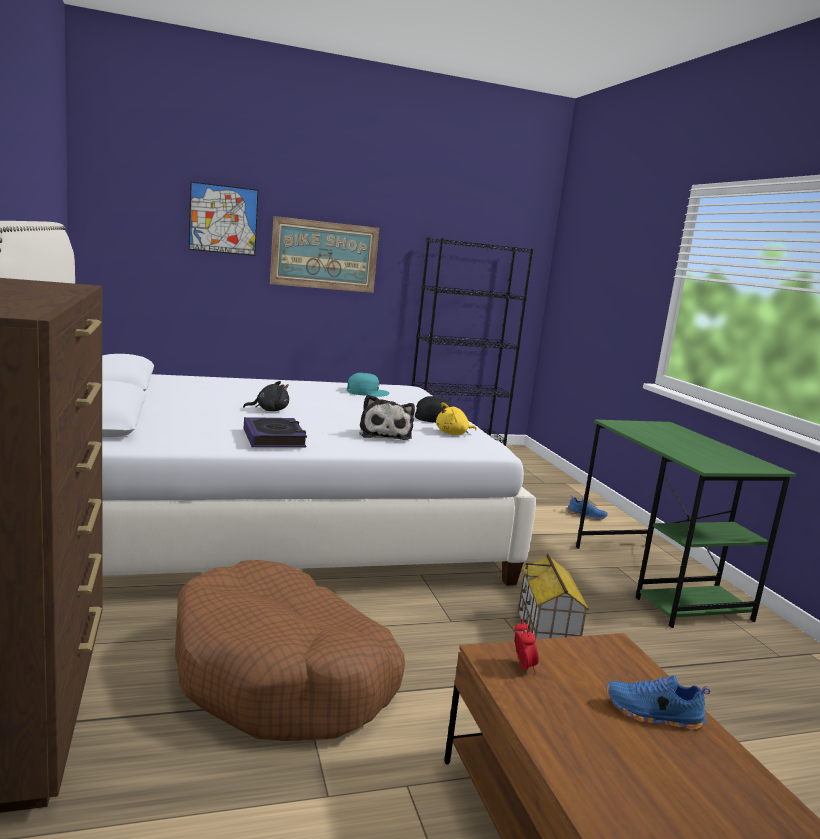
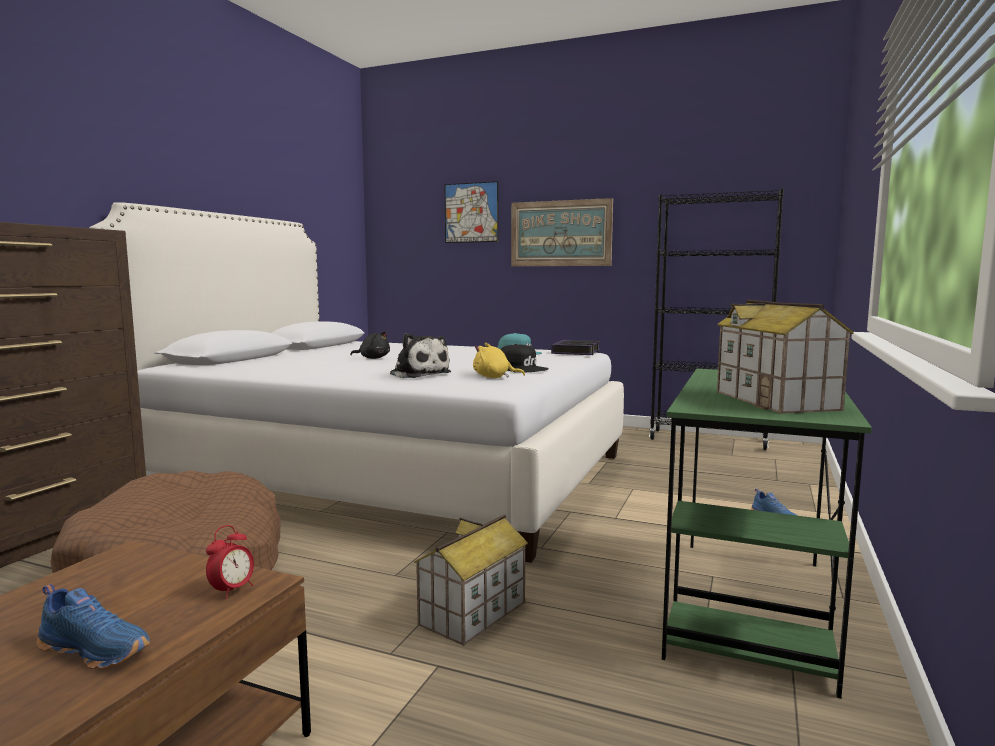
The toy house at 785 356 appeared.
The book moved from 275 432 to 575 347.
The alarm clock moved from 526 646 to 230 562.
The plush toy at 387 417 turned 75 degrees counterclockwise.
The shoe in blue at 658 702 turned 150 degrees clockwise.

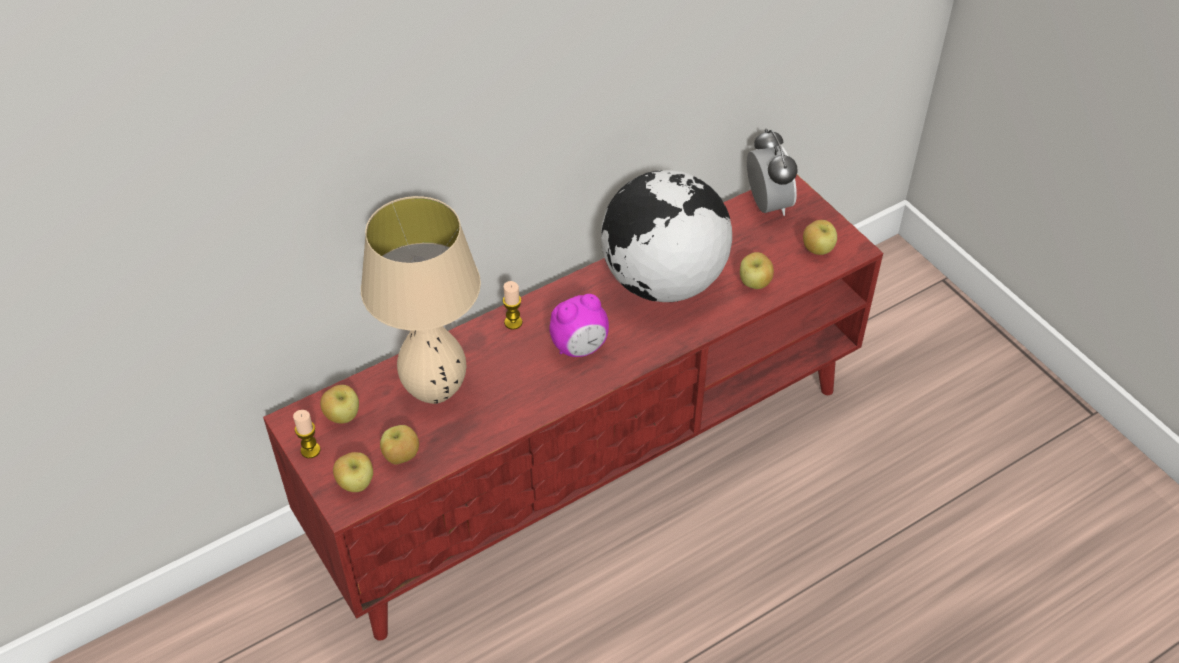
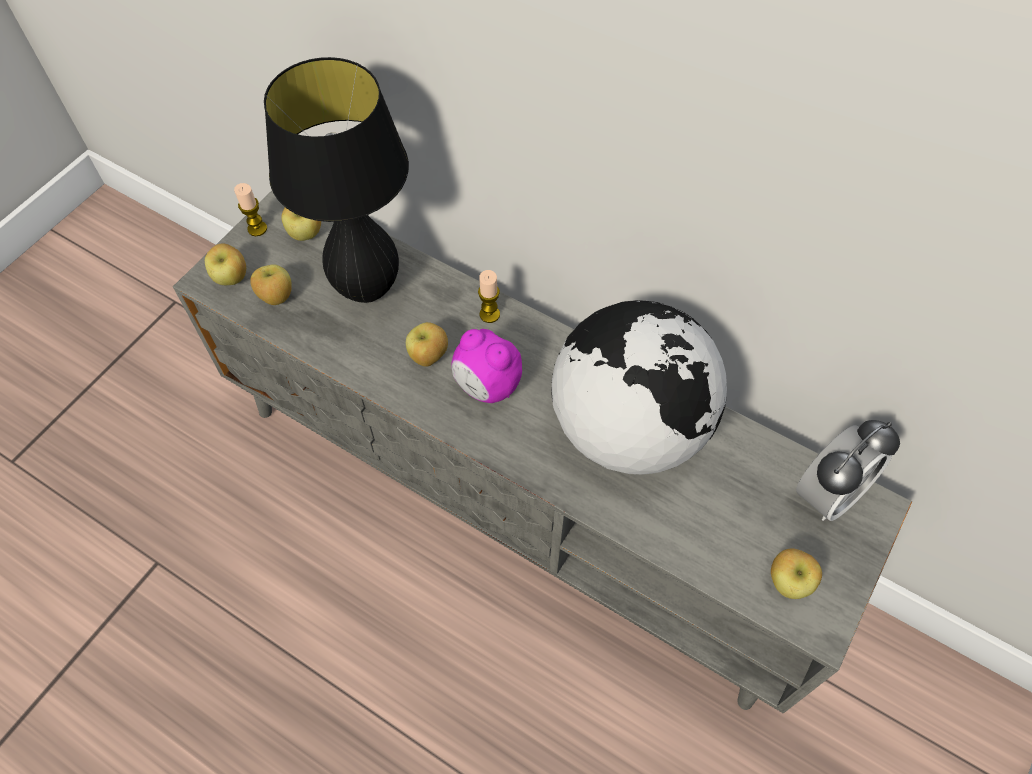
The apple moved from 757 270 to 427 344.
The tv stand in red at 573 408 became the tv stand in grey at 542 452.
The table lamp in beige at 421 300 became the table lamp in black at 336 180.

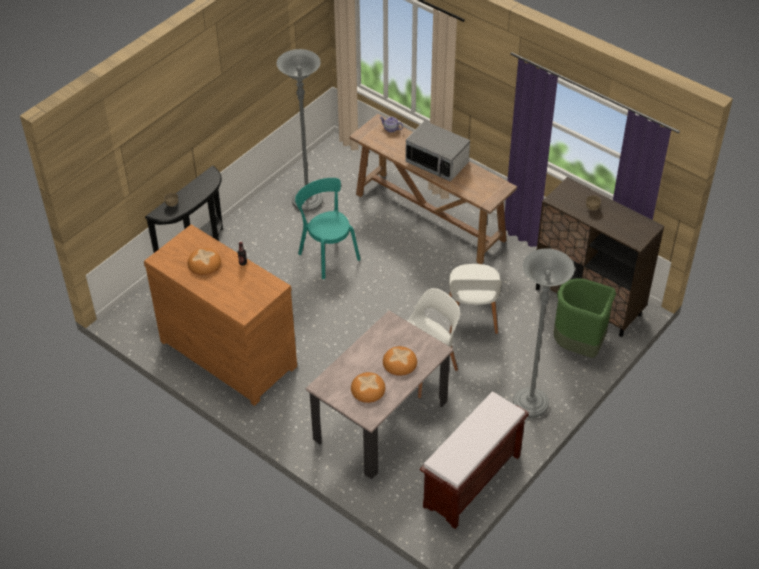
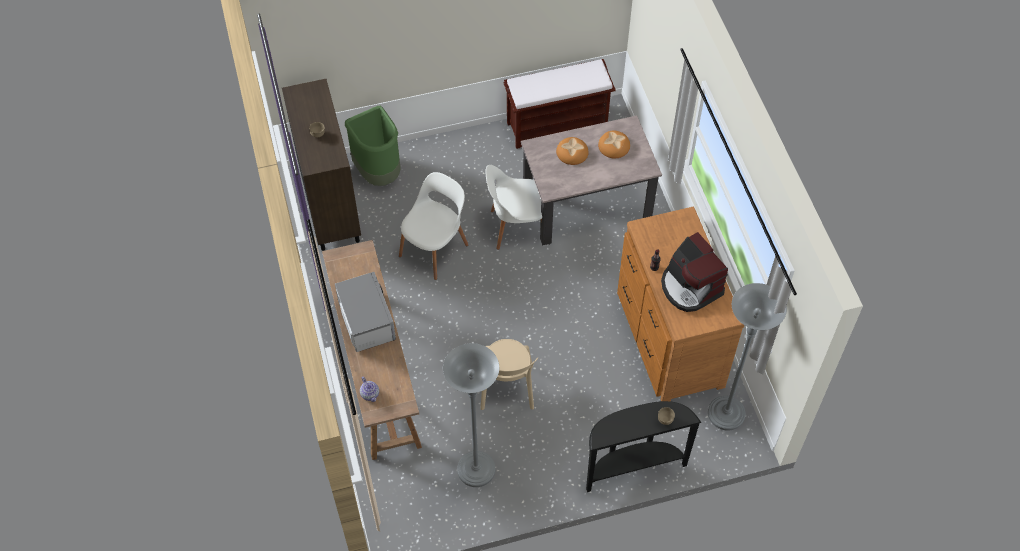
The floor lamp in grey moved from 544 333 to 747 357.
The bread at 204 261 was replaced by the coffee machine at 694 272.
The chair in turquoise at 327 228 became the chair in beige at 509 374.

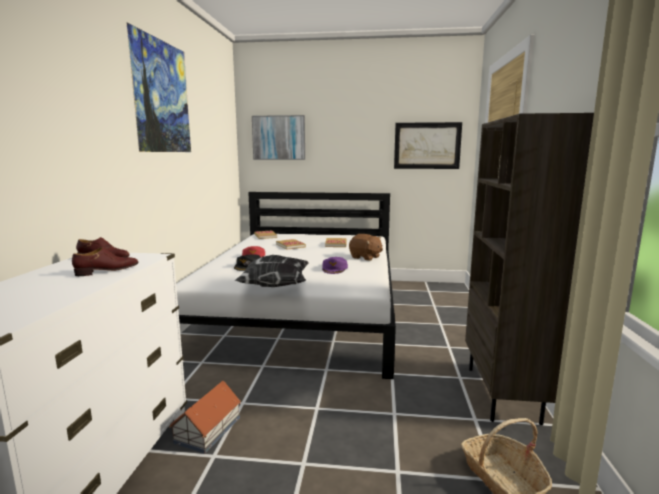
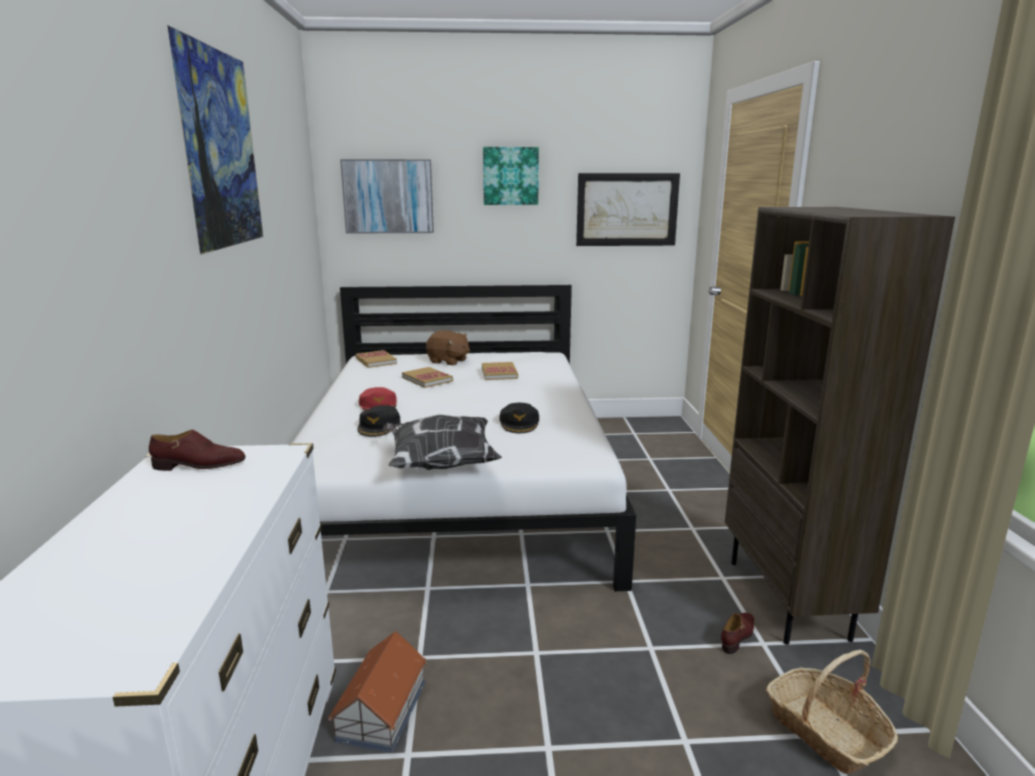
The picture at 511 176 appeared.
The shoe in brown moved from 105 261 to 737 633.
The plush toy in brown moved from 366 247 to 448 348.
The cap in purple at 335 265 became the cap in black at 519 418.

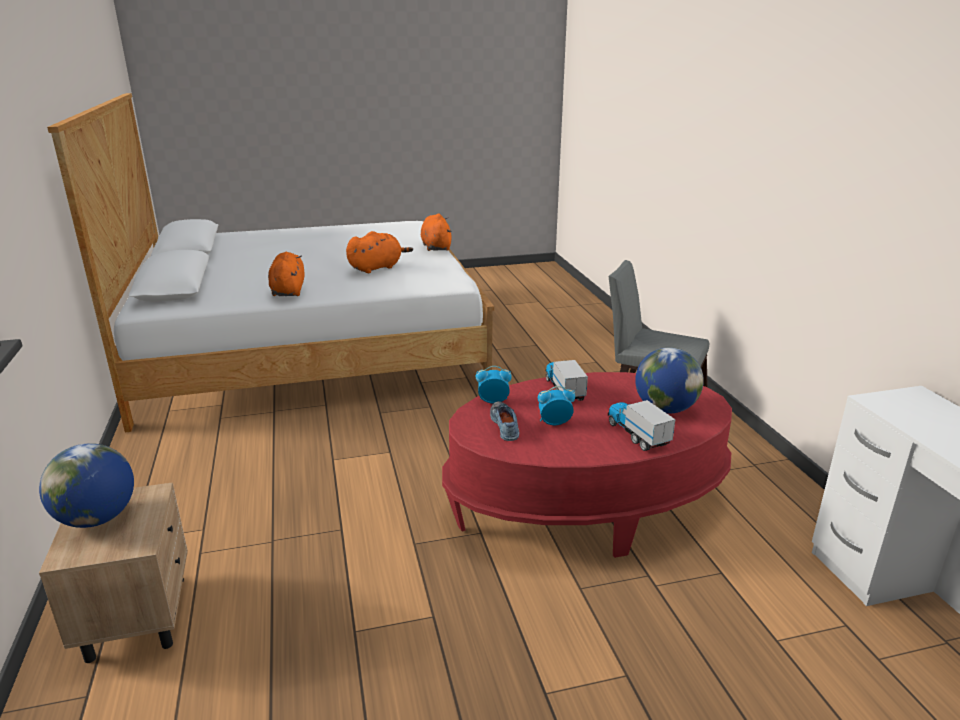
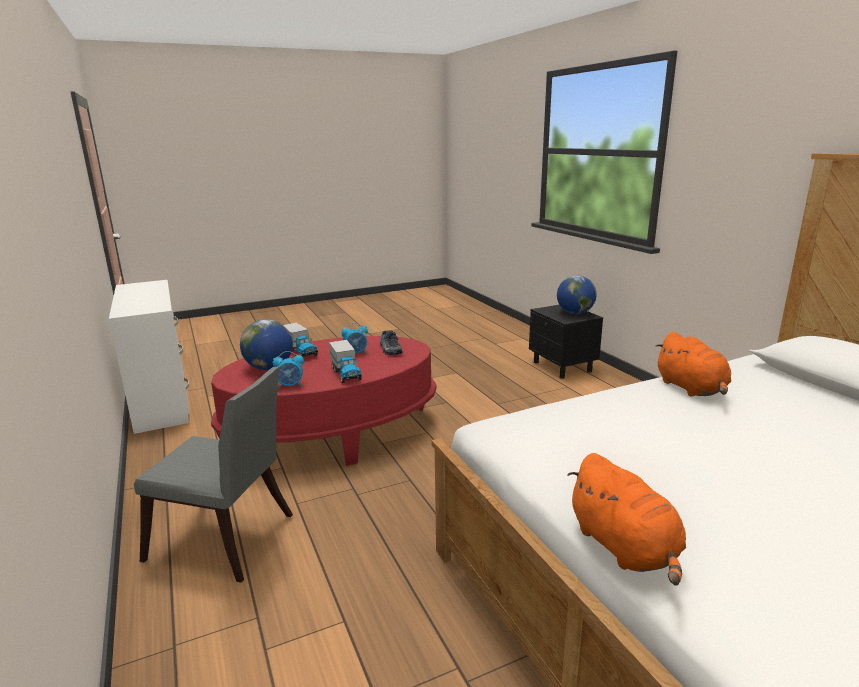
The plush toy in orange at 379 252 disappeared.
The alarm clock moved from 494 384 to 288 370.
The nightstand in beige at 113 572 became the nightstand in black at 566 342.

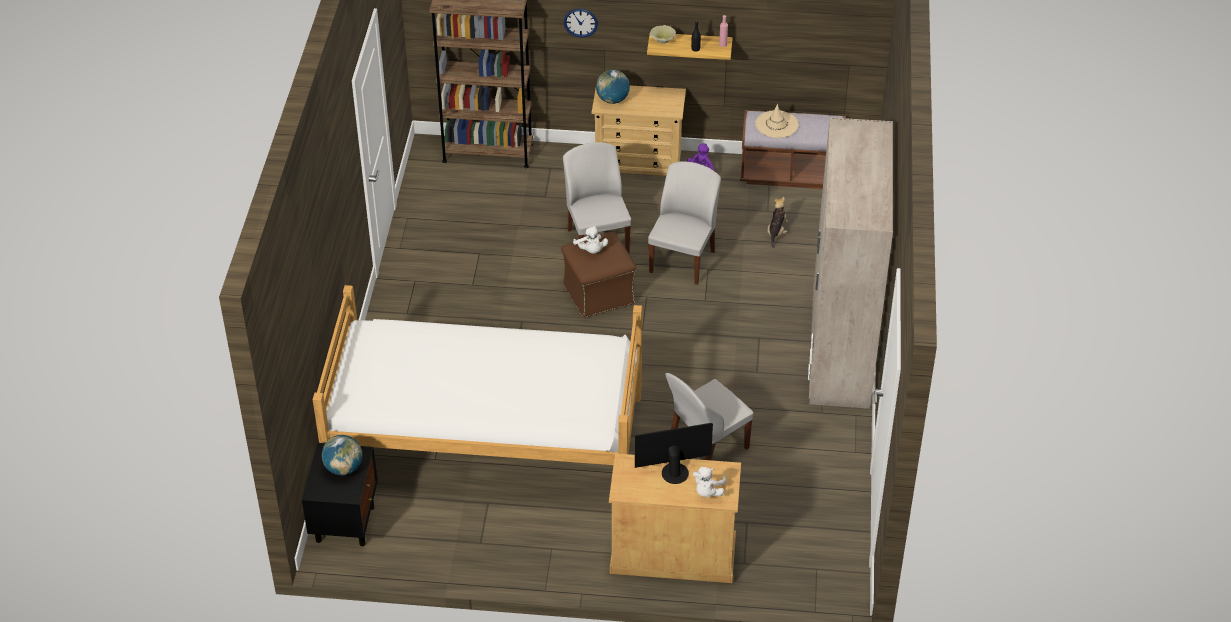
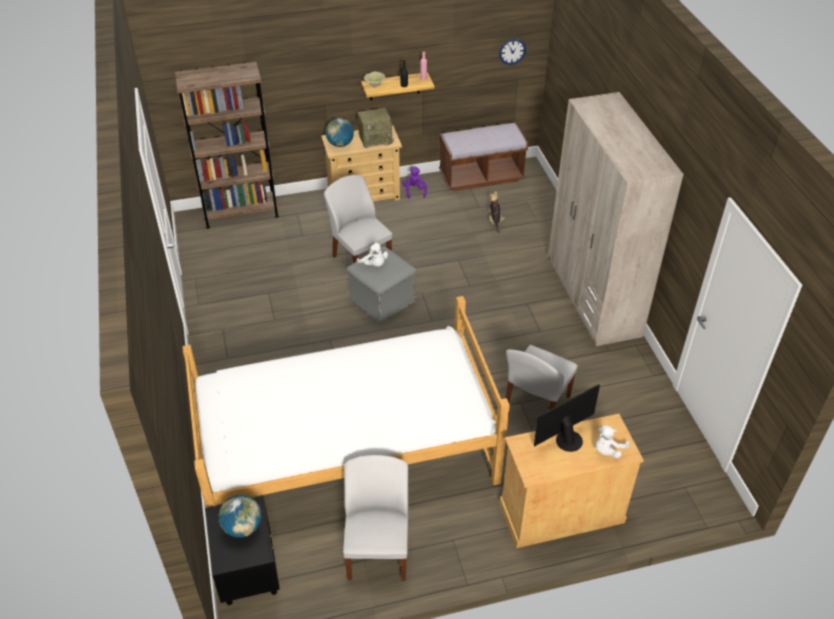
The hat in beige at 777 120 disappeared.
The radio at 376 128 appeared.
The wall clock moved from 581 23 to 512 52.
The chair in white moved from 684 223 to 375 518.
The ottoman in brown at 598 275 became the ottoman in grey at 381 284.
The plush toy in white at 710 482 turned 45 degrees clockwise.

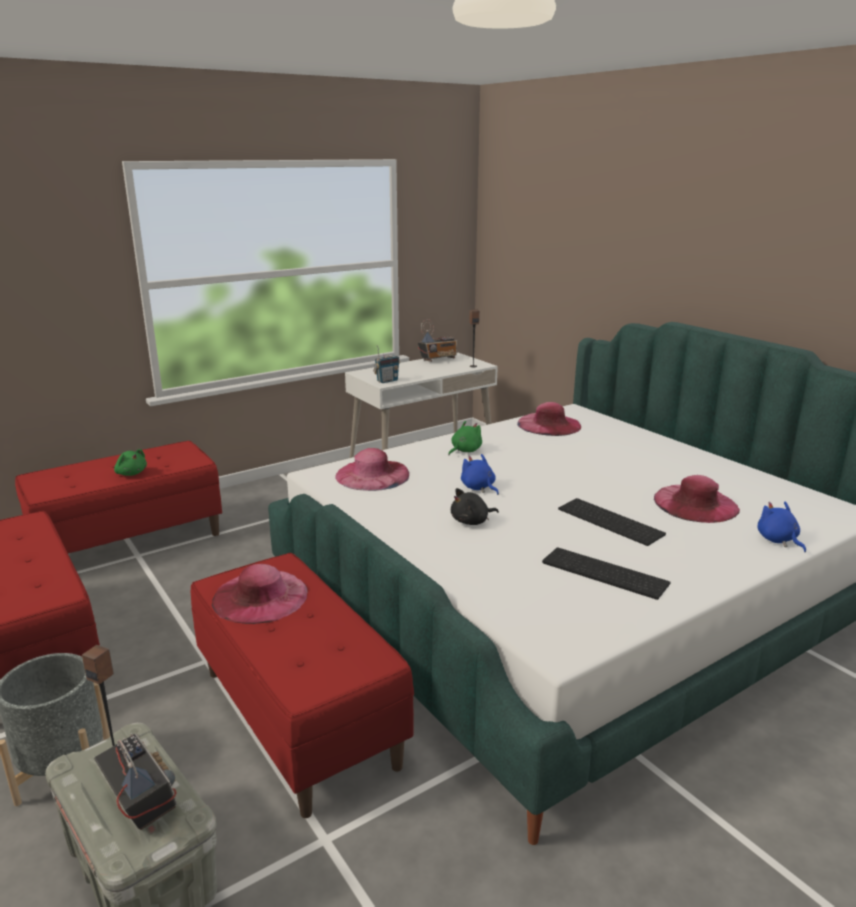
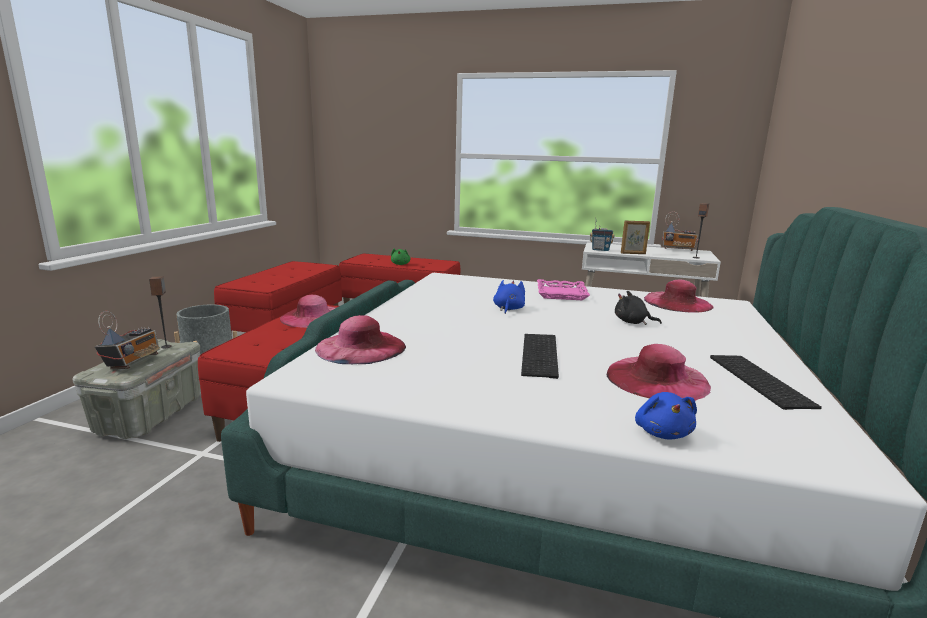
The picture frame at 635 237 appeared.
The hat in pink moved from 372 469 to 360 339.
The plush toy in black moved from 475 506 to 638 308.
The keyboard moved from 606 574 to 766 382.
The plush toy in green at 465 438 was replaced by the tray in pink at 563 289.
The plush toy in blue at 781 527 turned 150 degrees clockwise.

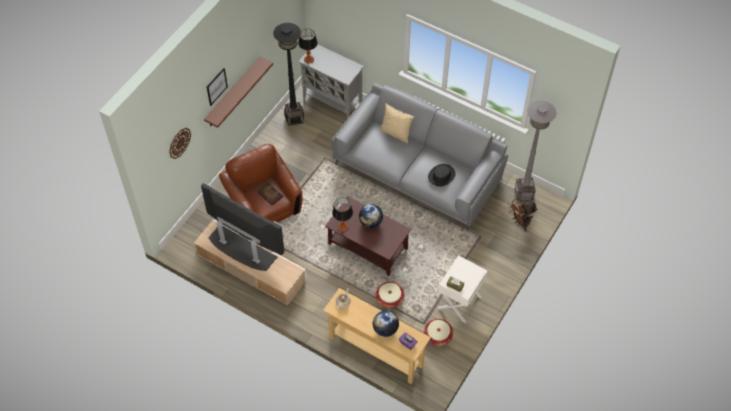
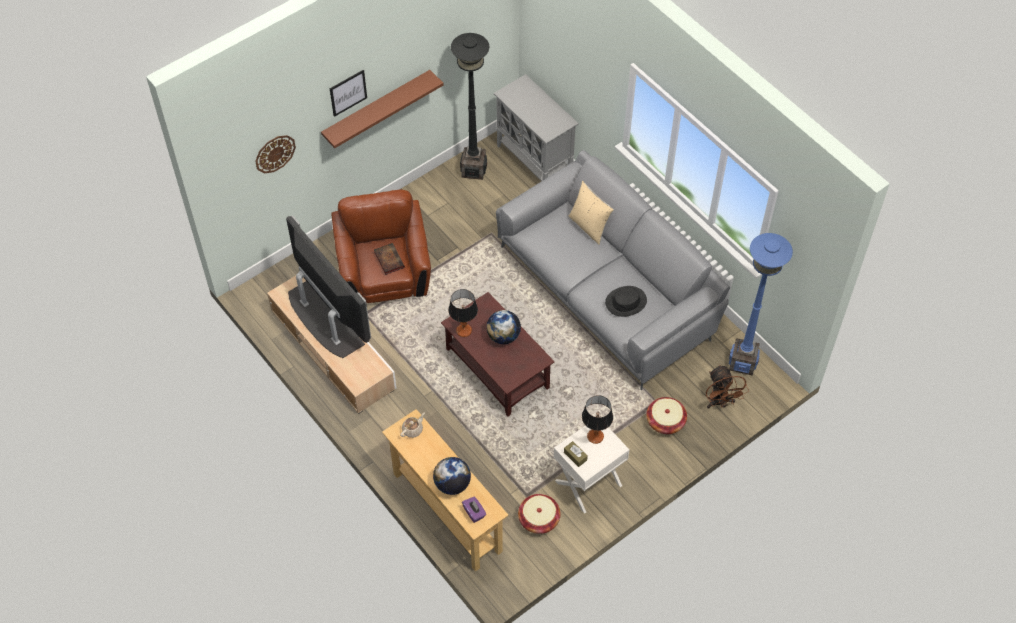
The table lamp moved from 308 46 to 597 419.
The basket moved from 389 295 to 666 415.
The floor lamp in grey at 535 151 became the floor lamp in blue at 761 304.
The fan in brown at 522 215 turned 90 degrees counterclockwise.

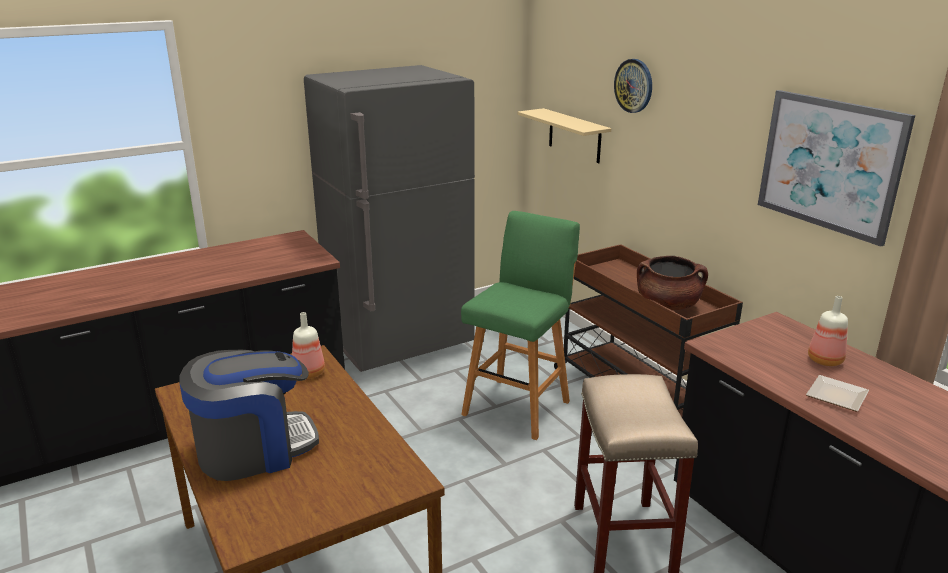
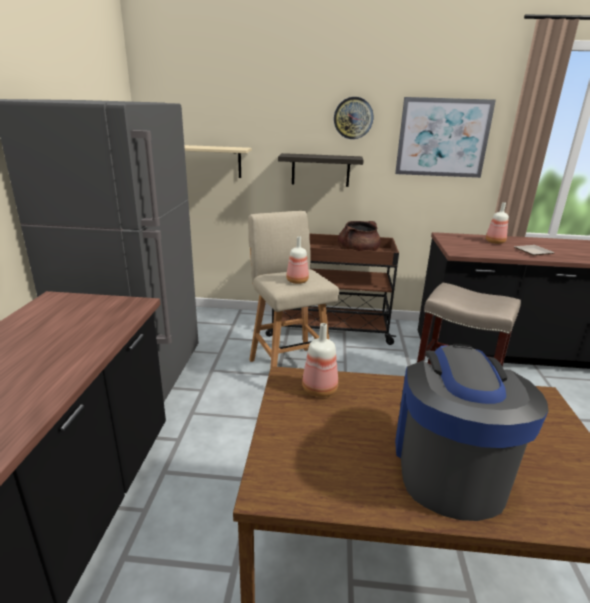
The shelf at 321 170 appeared.
The bottle at 297 260 appeared.
The wall clock moved from 633 86 to 353 118.
The stool in green at 520 325 became the stool in beige at 293 289.

